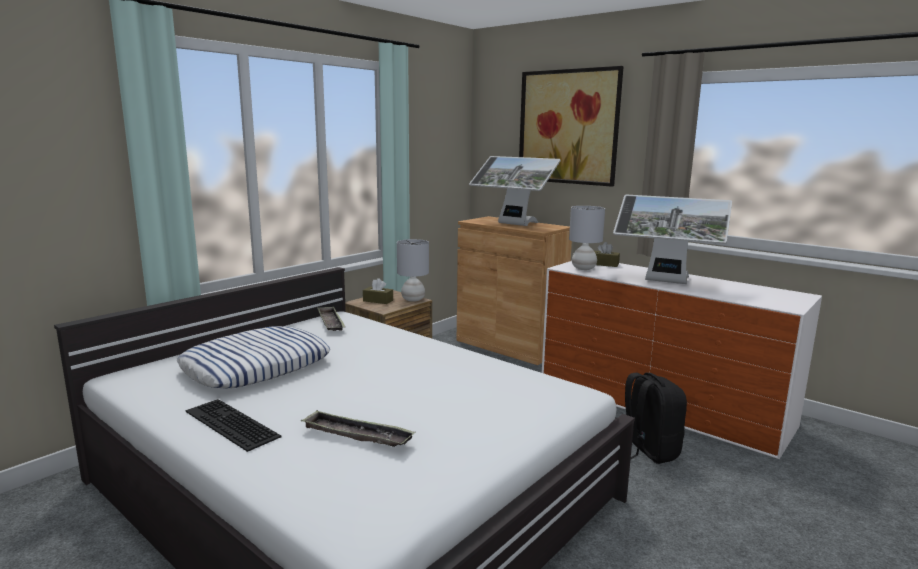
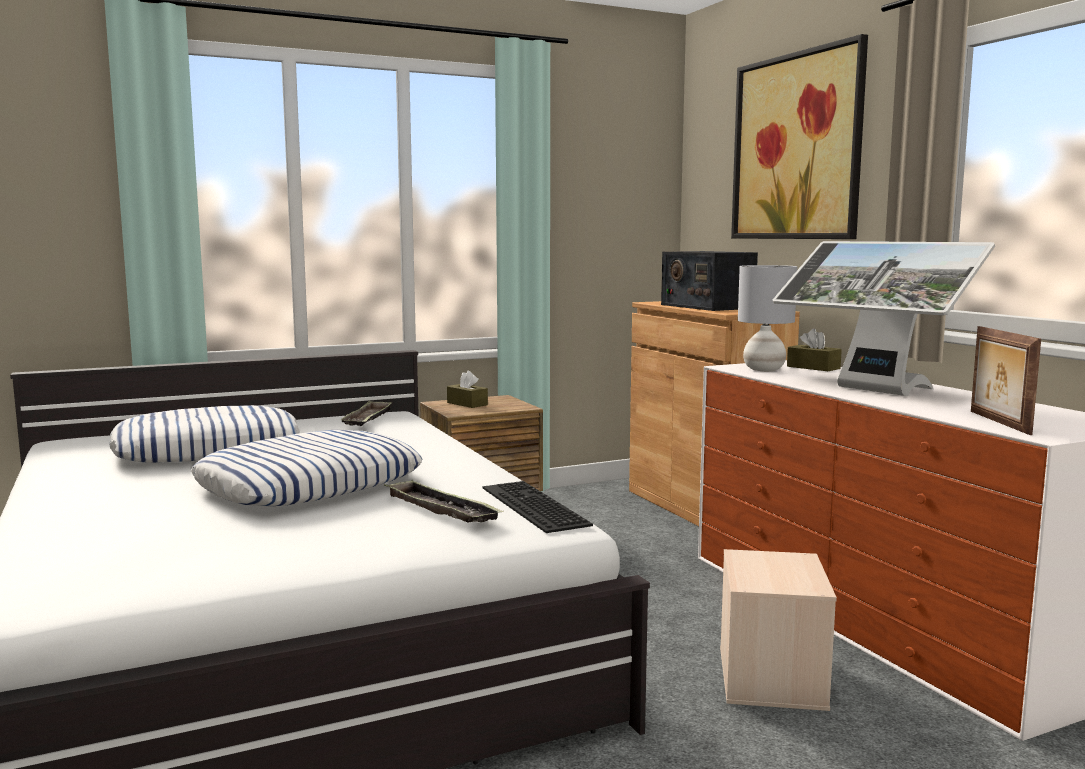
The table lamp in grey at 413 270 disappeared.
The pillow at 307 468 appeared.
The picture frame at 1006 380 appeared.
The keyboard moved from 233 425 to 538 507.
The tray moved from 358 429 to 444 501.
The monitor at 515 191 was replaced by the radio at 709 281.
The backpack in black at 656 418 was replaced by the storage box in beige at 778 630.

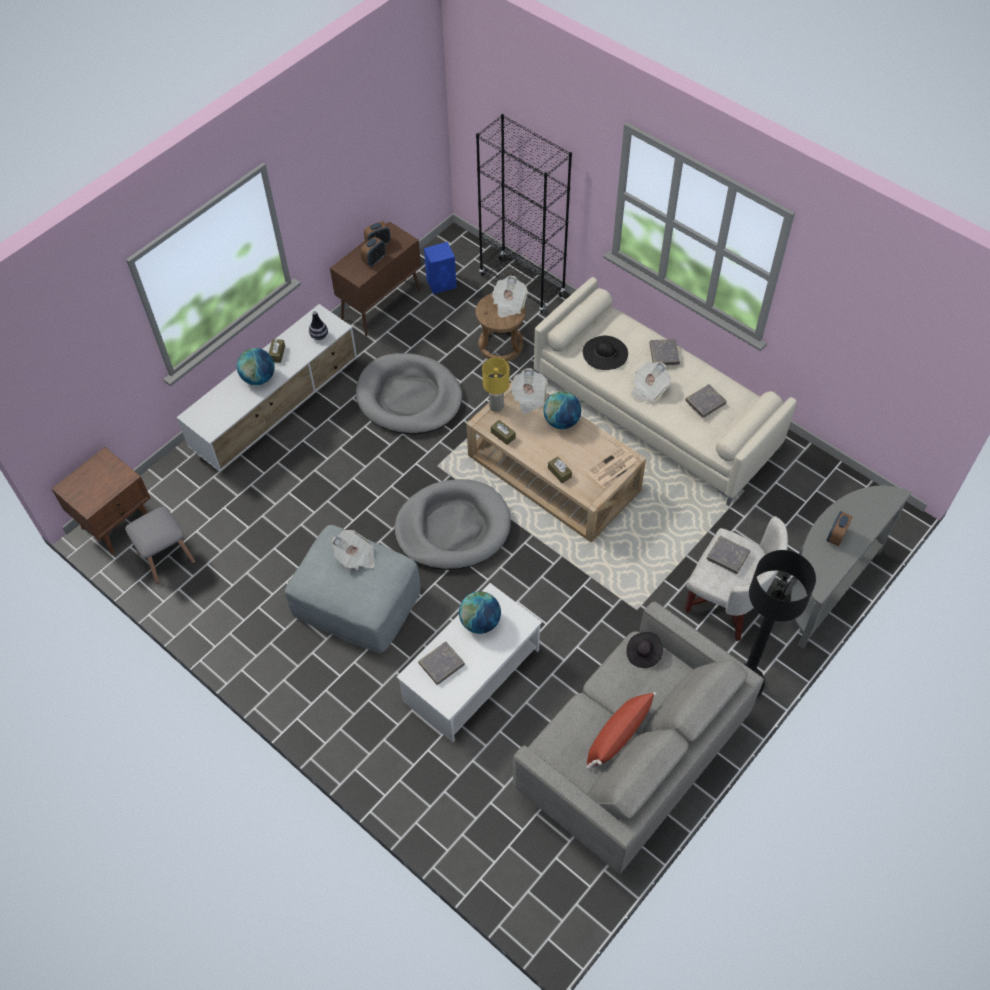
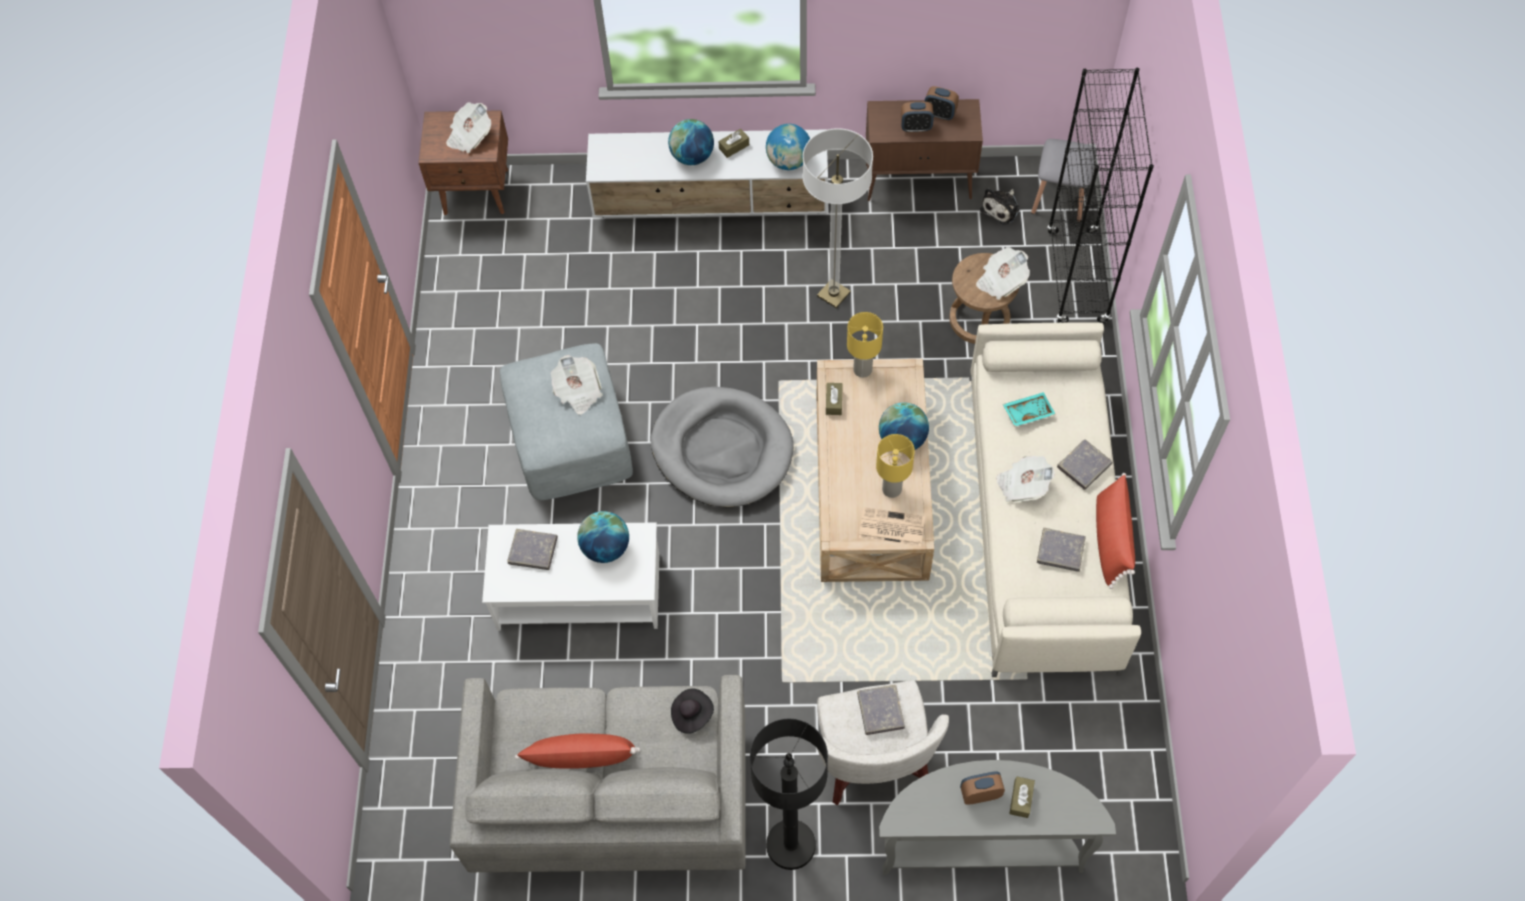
The table lamp in yellow at 895 466 appeared.
The pillow in red at 1115 531 appeared.
The stool in grey moved from 160 545 to 1064 181.
The newspaper moved from 529 391 to 468 127.
The tissue box in brown moved from 560 470 to 1022 797.
The vase at 318 325 was replaced by the globe at 788 147.
The dog bed in grey at 409 394 was replaced by the floor lamp at 837 218.
The speaker in blue at 440 268 was replaced by the plush toy at 1000 206.
The hat in black at 605 353 was replaced by the tray in turquoise at 1029 409.

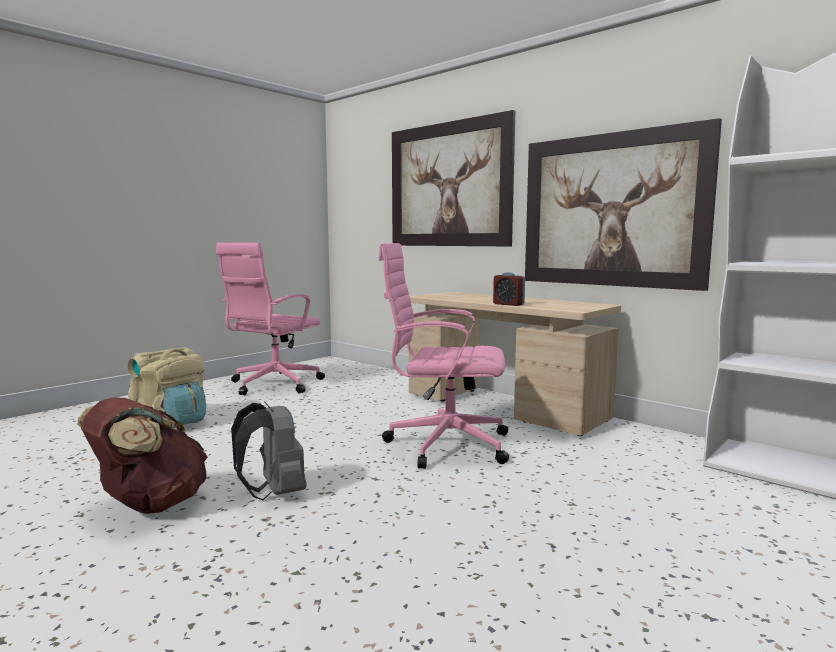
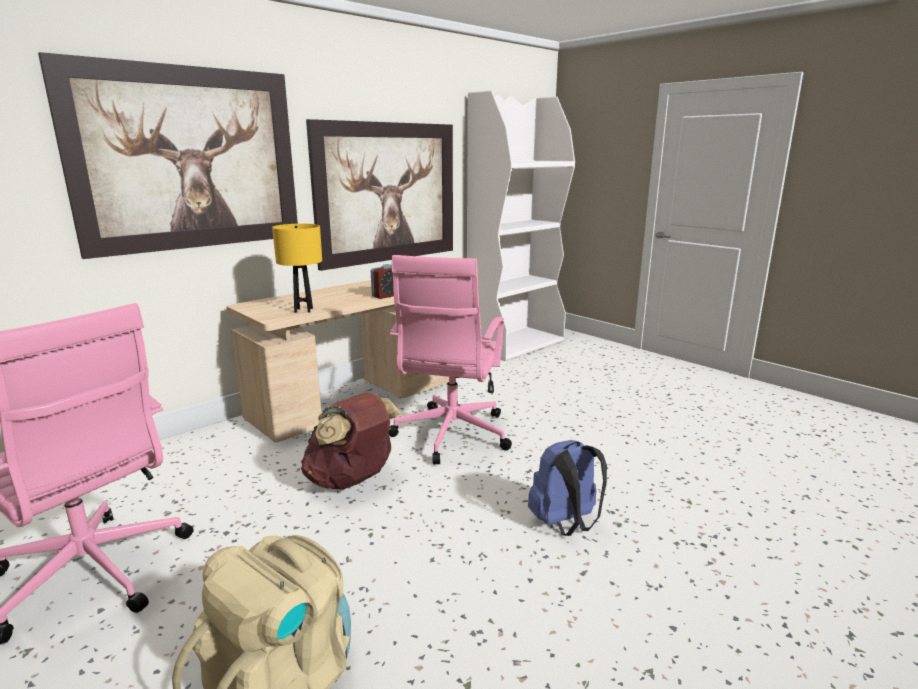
The table lamp in yellow at 297 268 appeared.
The backpack in brown moved from 142 455 to 351 441.
The backpack in grey at 268 450 became the backpack in blue at 567 488.

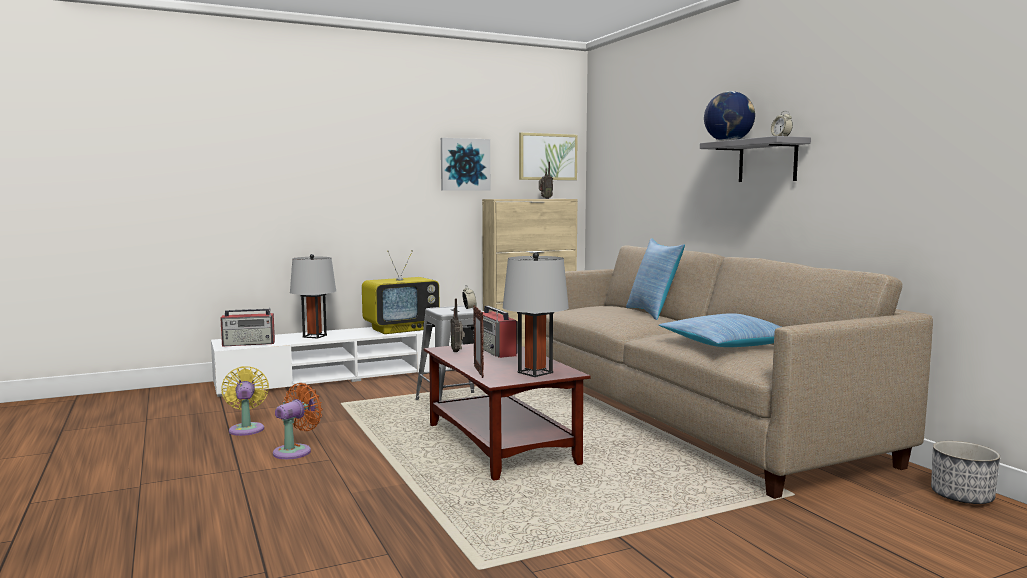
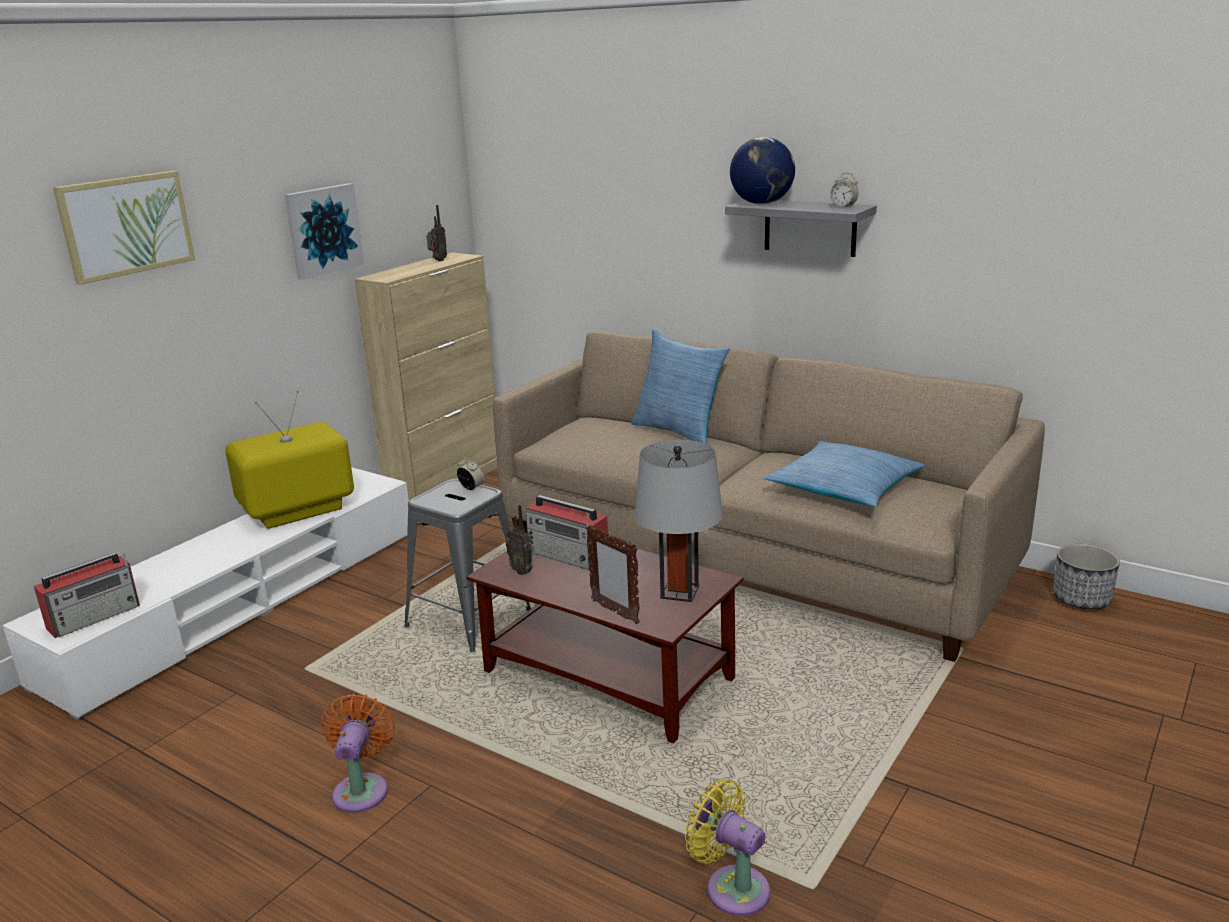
The table lamp in grey at 313 296 disappeared.
The fan in yellow moved from 245 401 to 727 847.
The picture moved from 548 156 to 124 228.
The television at 401 292 turned 150 degrees counterclockwise.

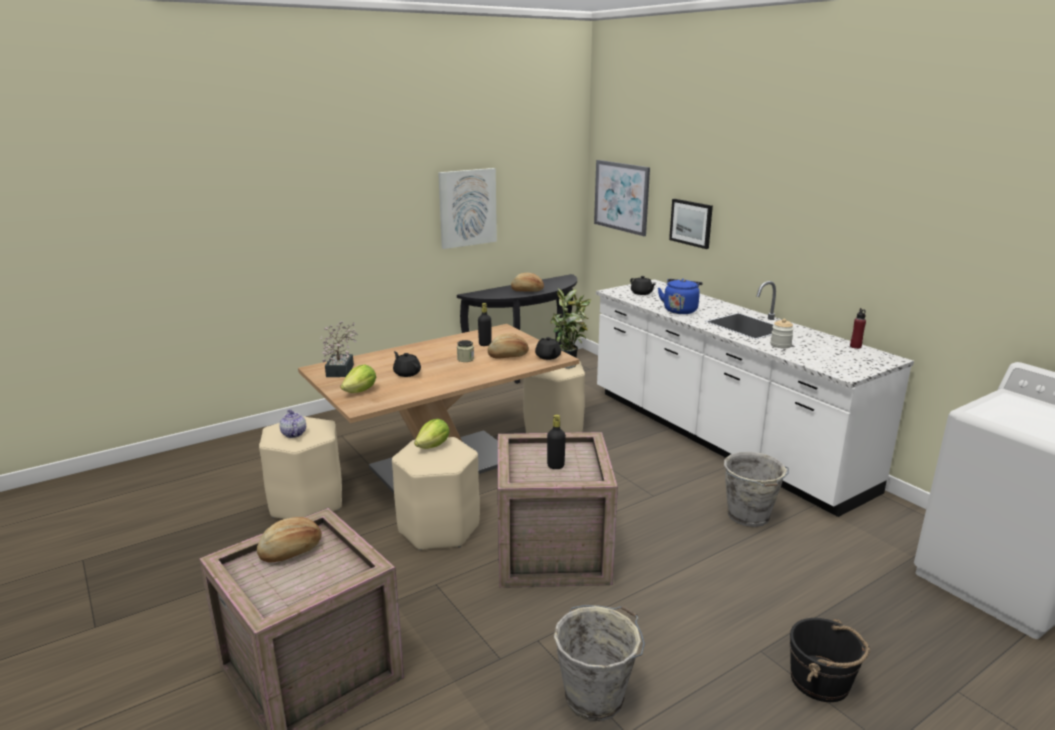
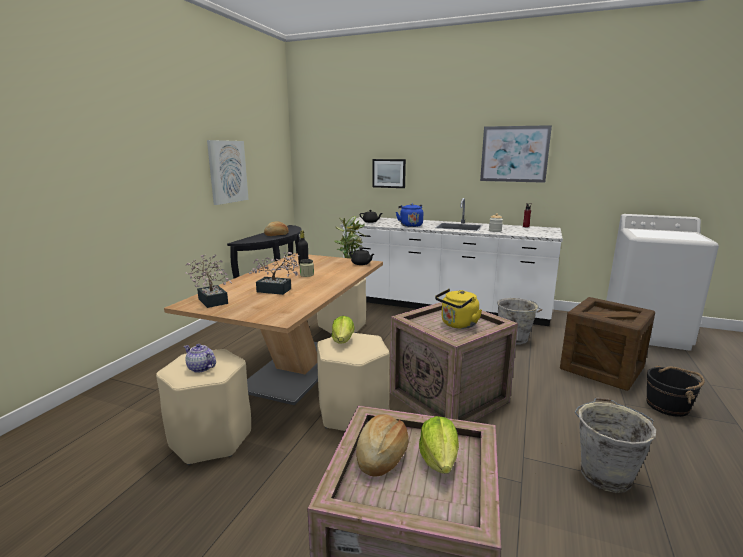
The bread at 508 345 disappeared.
The crate at 607 344 appeared.
The lettuce moved from 358 378 to 439 444.
The picture moved from 622 198 to 516 154.
The teapot in black at 407 364 was replaced by the potted plant at 274 273.
The bottle in black at 556 442 was replaced by the kettle in yellow at 458 309.

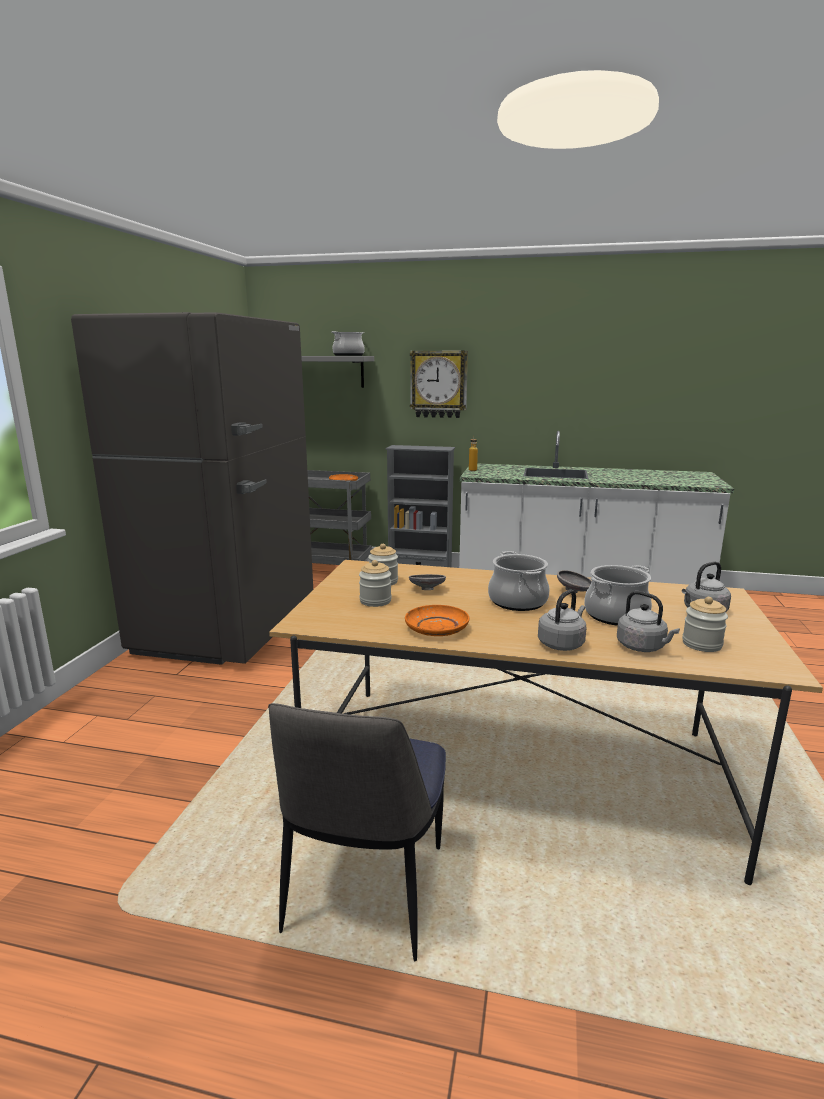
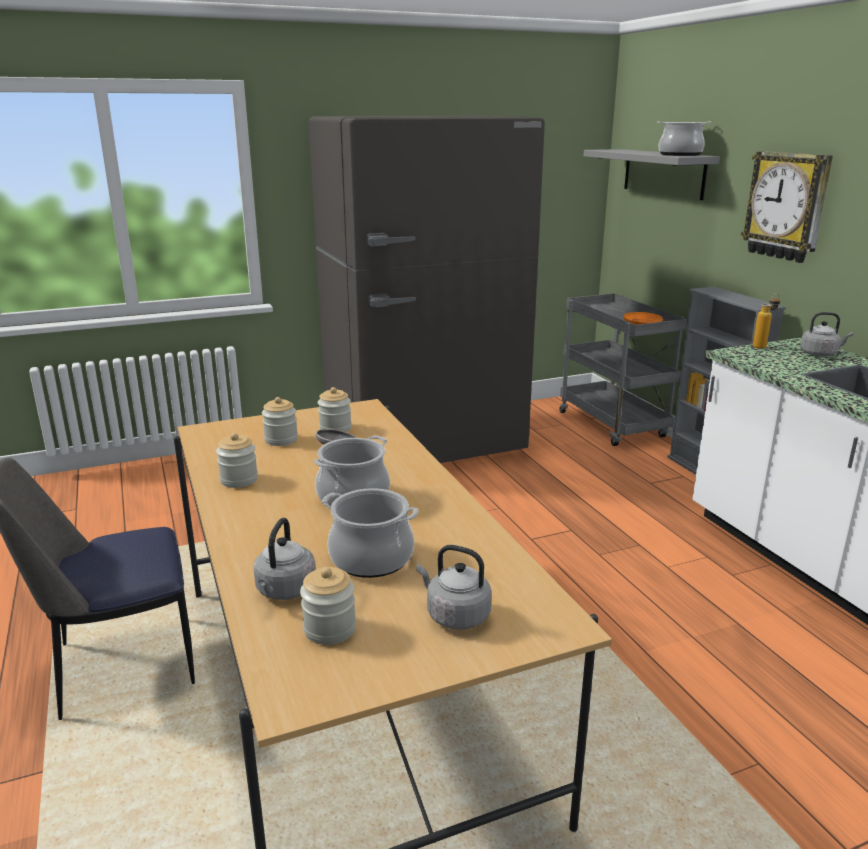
The bowl in grey at 574 581 disappeared.
The kettle in grey moved from 562 620 to 826 334.
The plate in orange at 437 620 was replaced by the jar at 237 460.

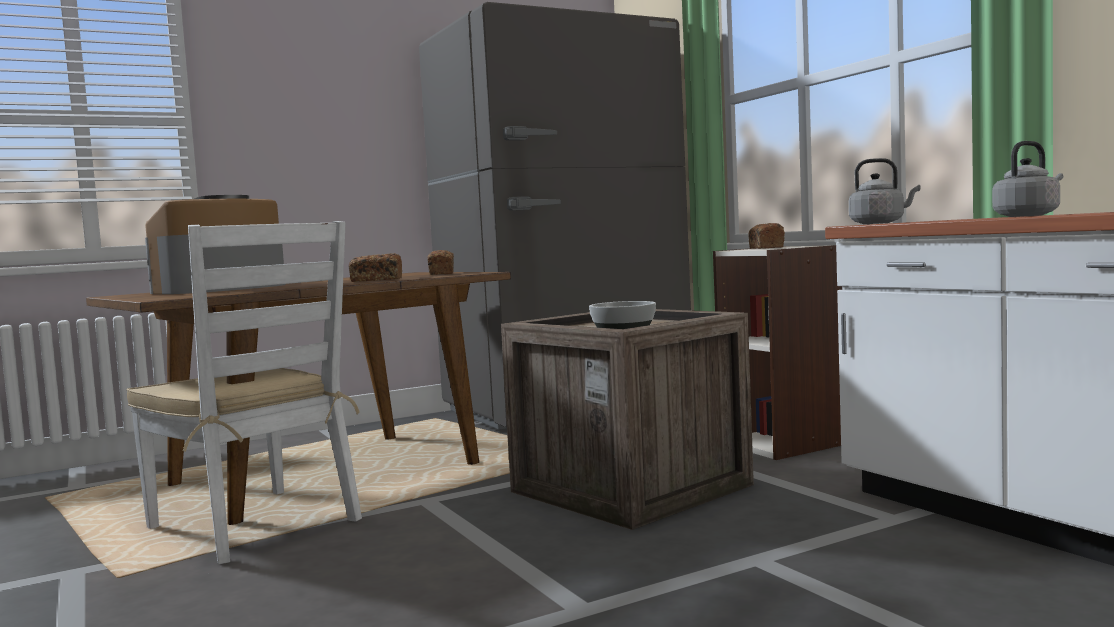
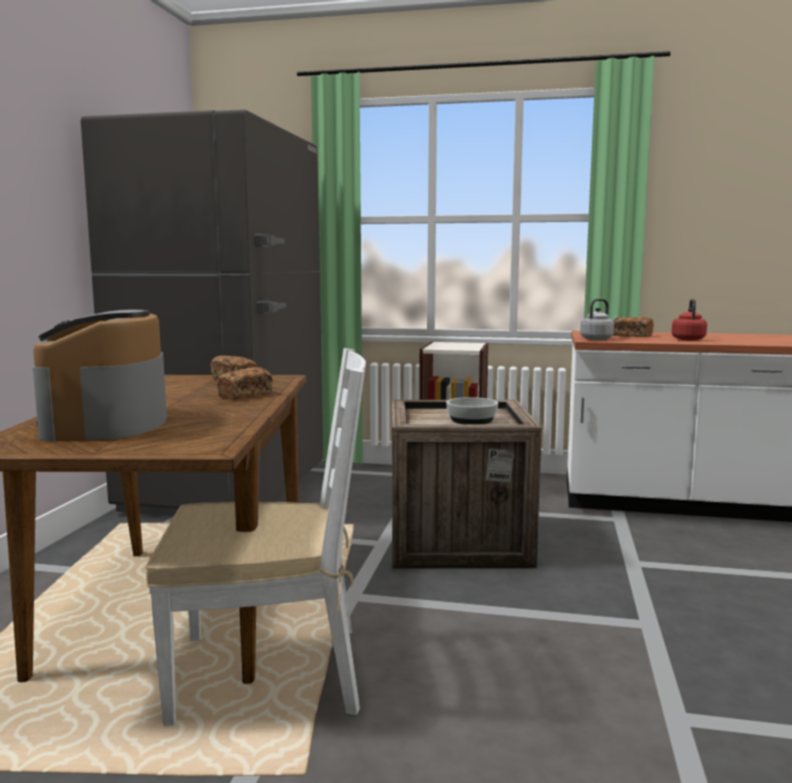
The bread moved from 766 236 to 633 327.
The kettle in grey at 1027 179 became the kettle in red at 689 319.

